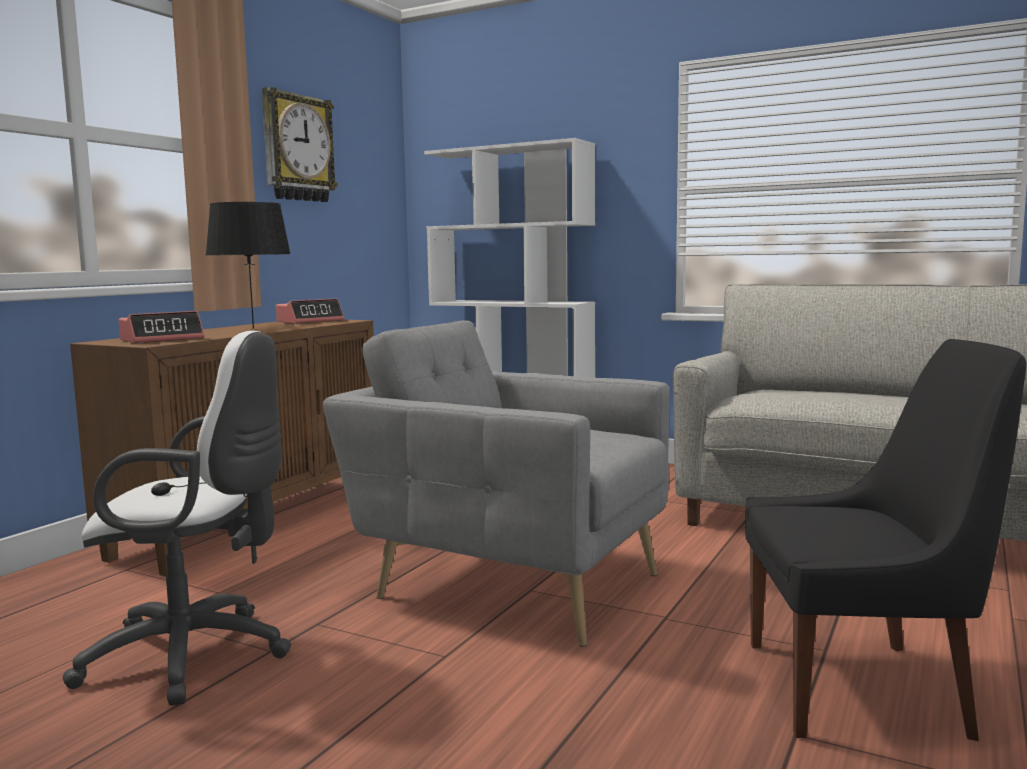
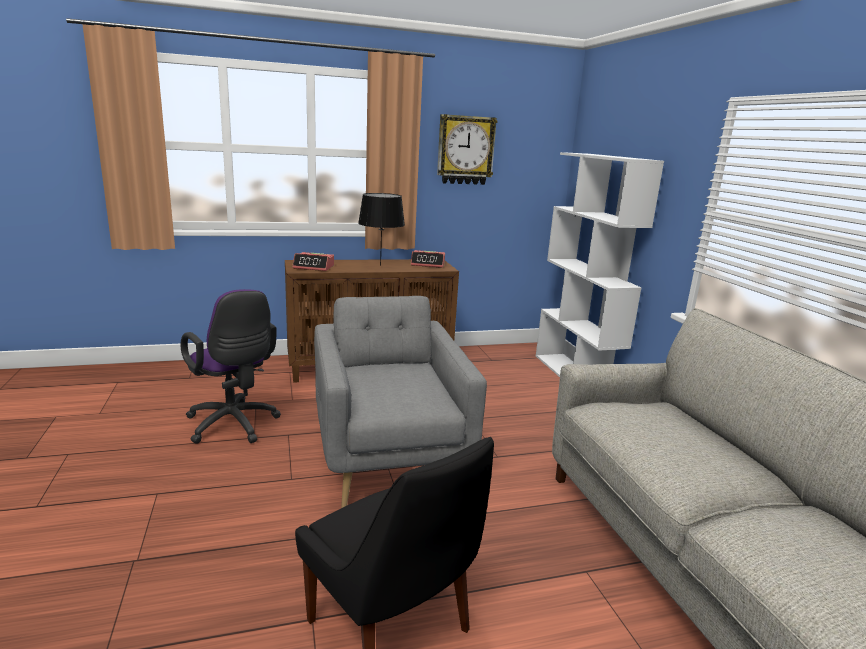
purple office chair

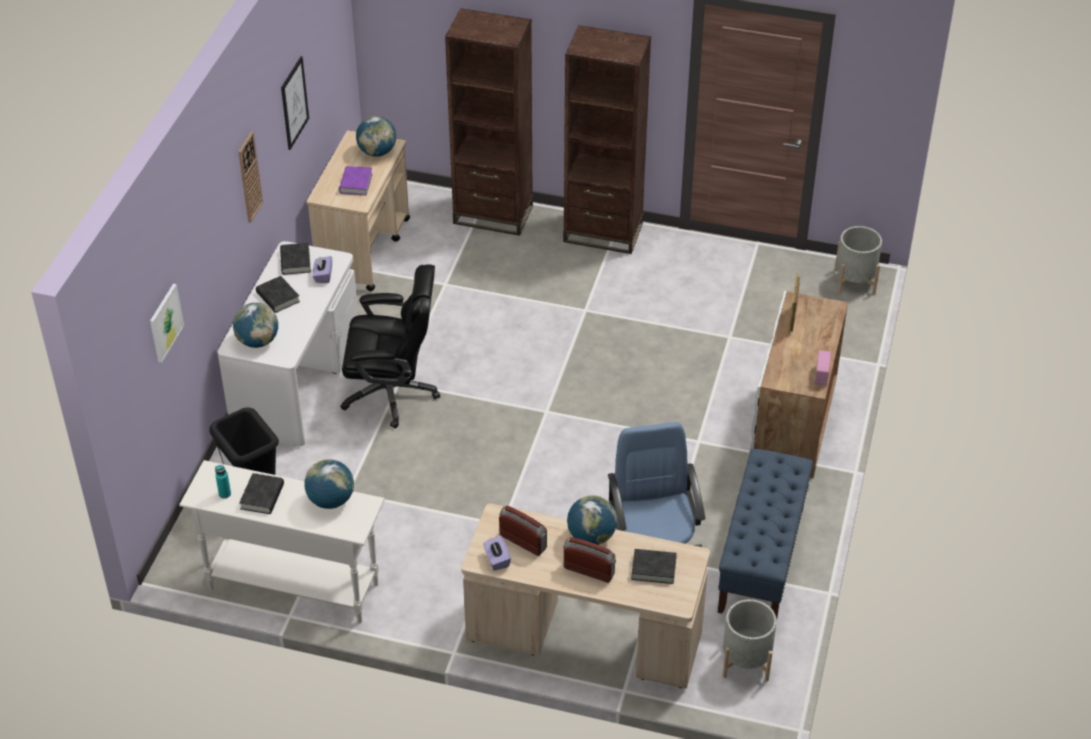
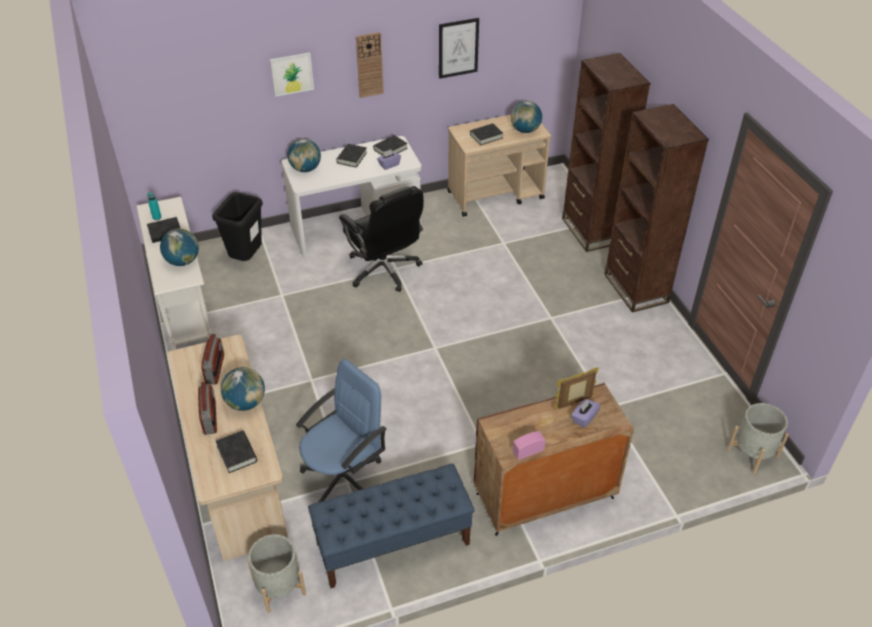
picture (no. 1 from left)
black book (no. 5 from left)
purple tissue box (no. 2 from left)
brown cabinet

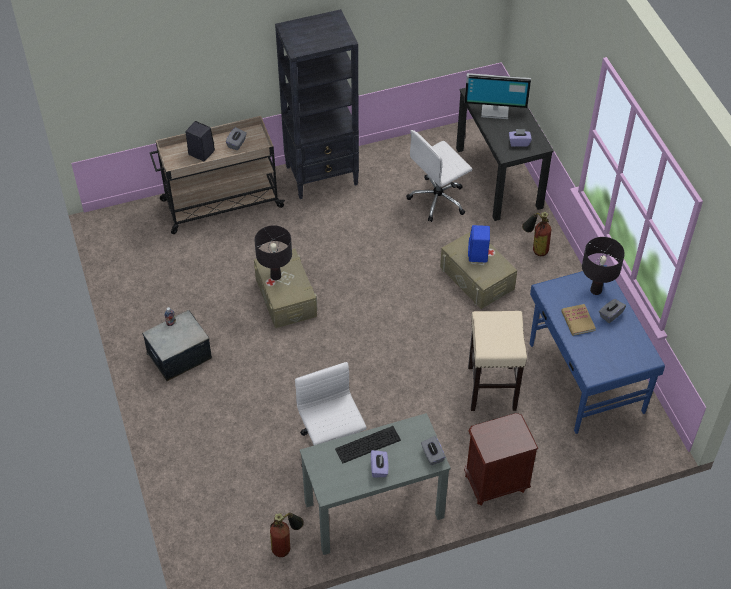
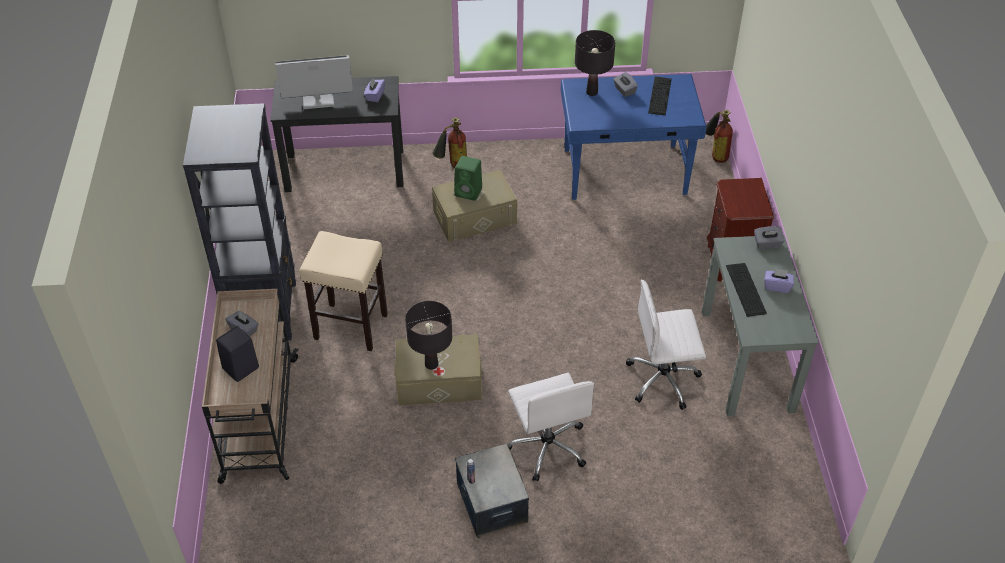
fire extinguisher (no. 2 from left)
white office chair (no. 1 from left)
monitor
green speaker
beige stool
book
keyboard (no. 1 from left)

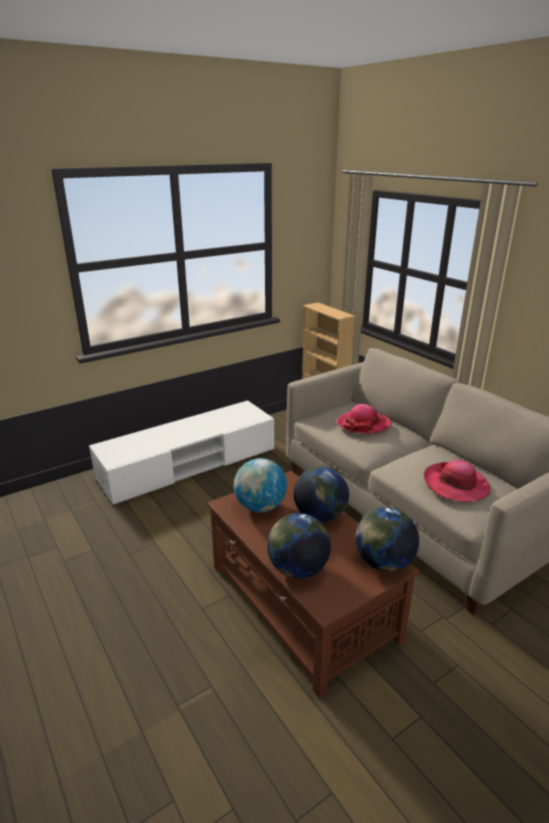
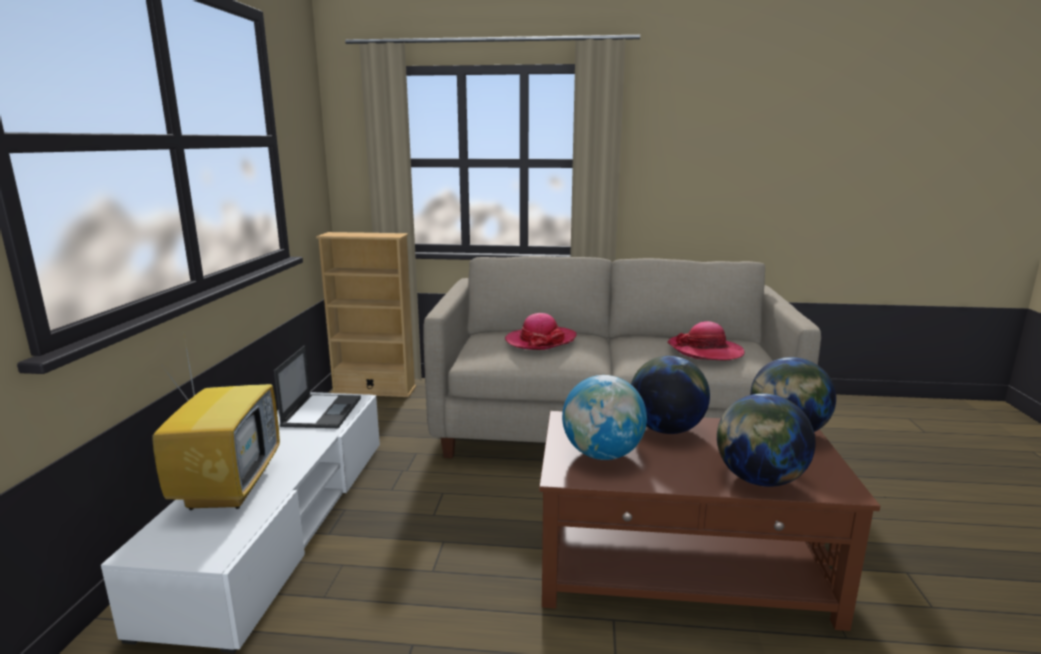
television
laptop

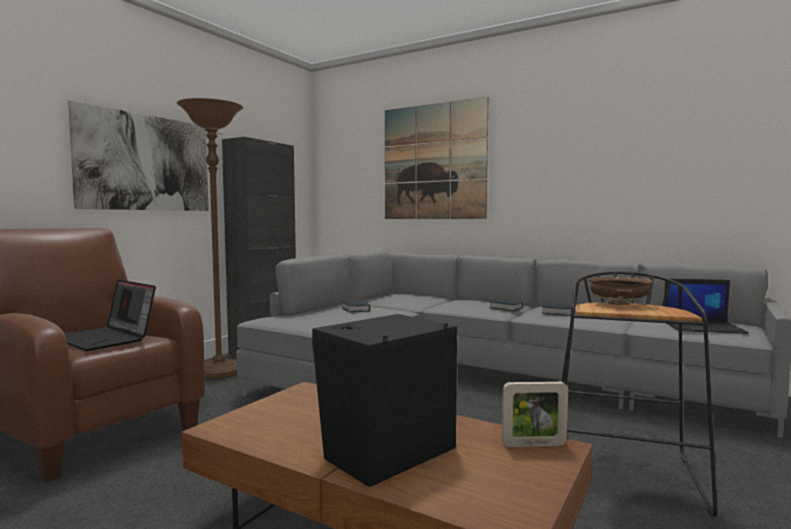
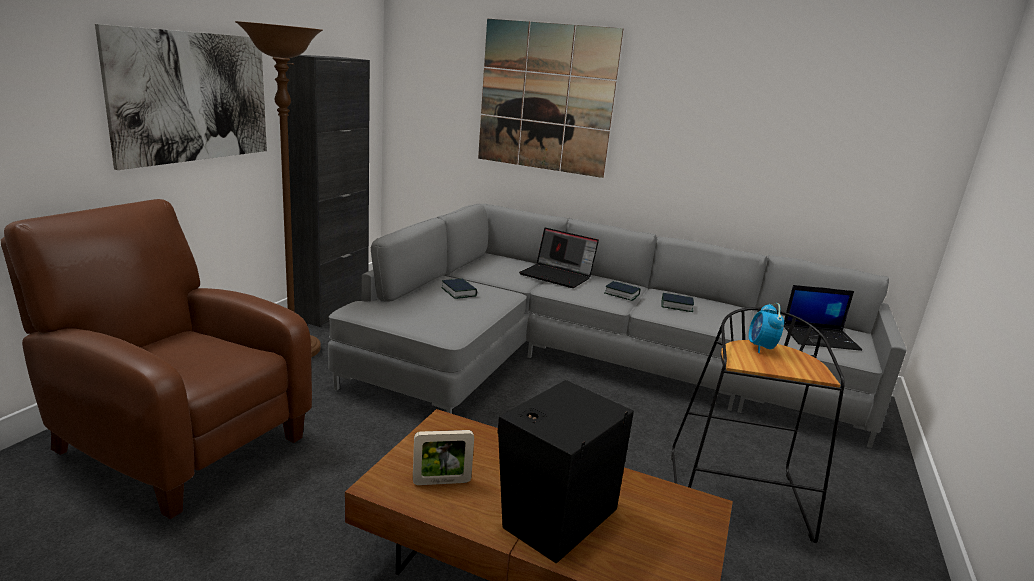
laptop (no. 1 from left)
picture frame
alarm clock

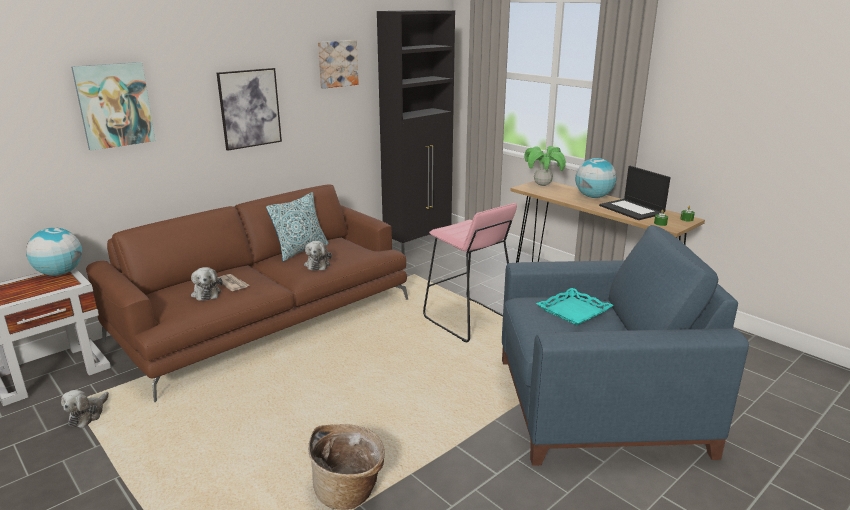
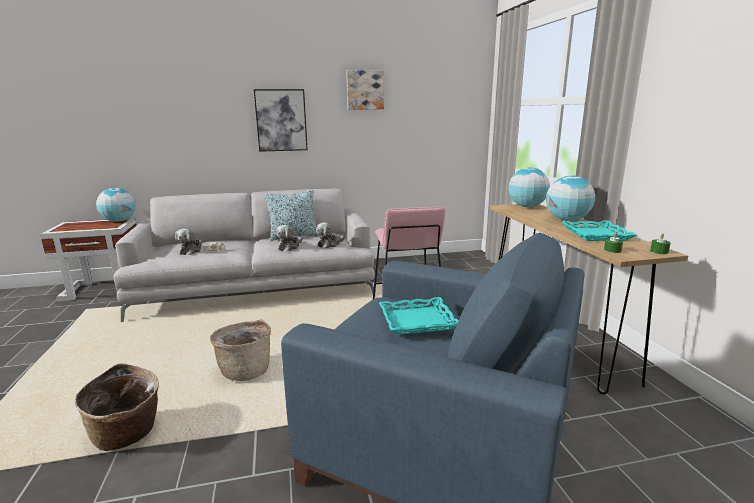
plush toy (no. 3 from left)
picture (no. 1 from left in the first image)
grey sofa
black cabinet
globe (no. 2 from left)
turquoise tray (no. 2 from left)
basket (no. 2 from left)

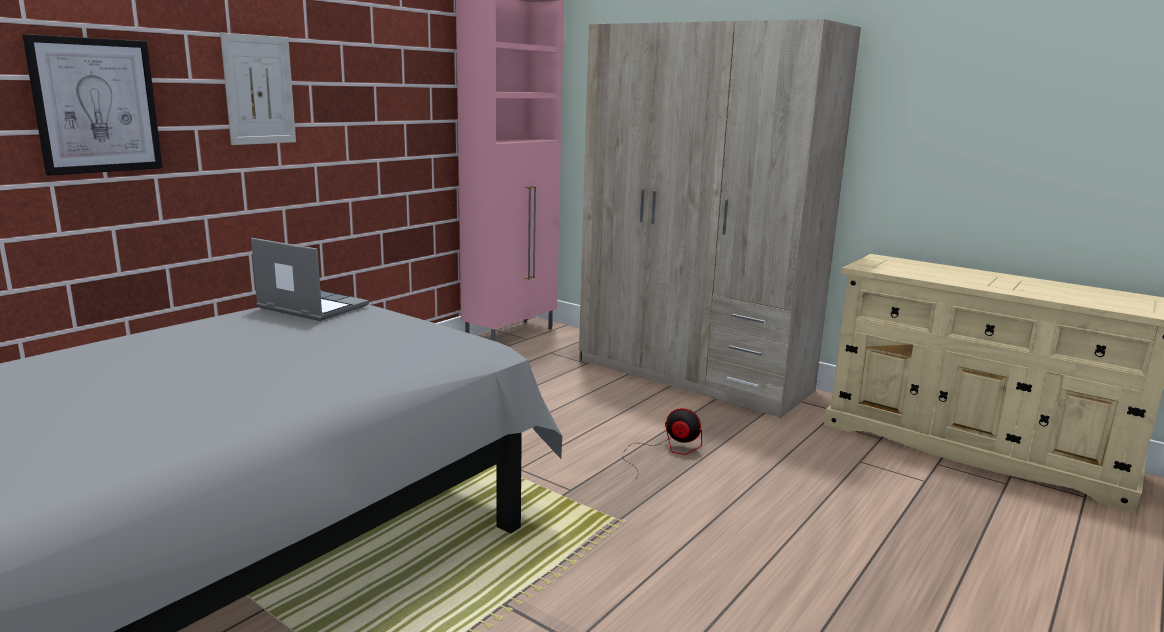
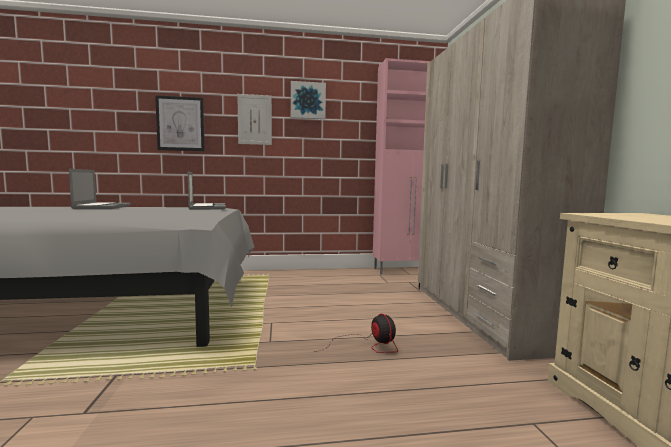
laptop (no. 1 from left)
picture (no. 3 from left)

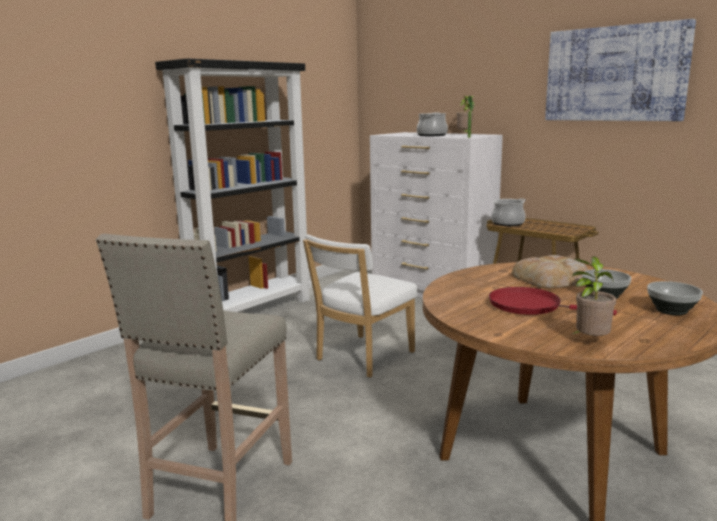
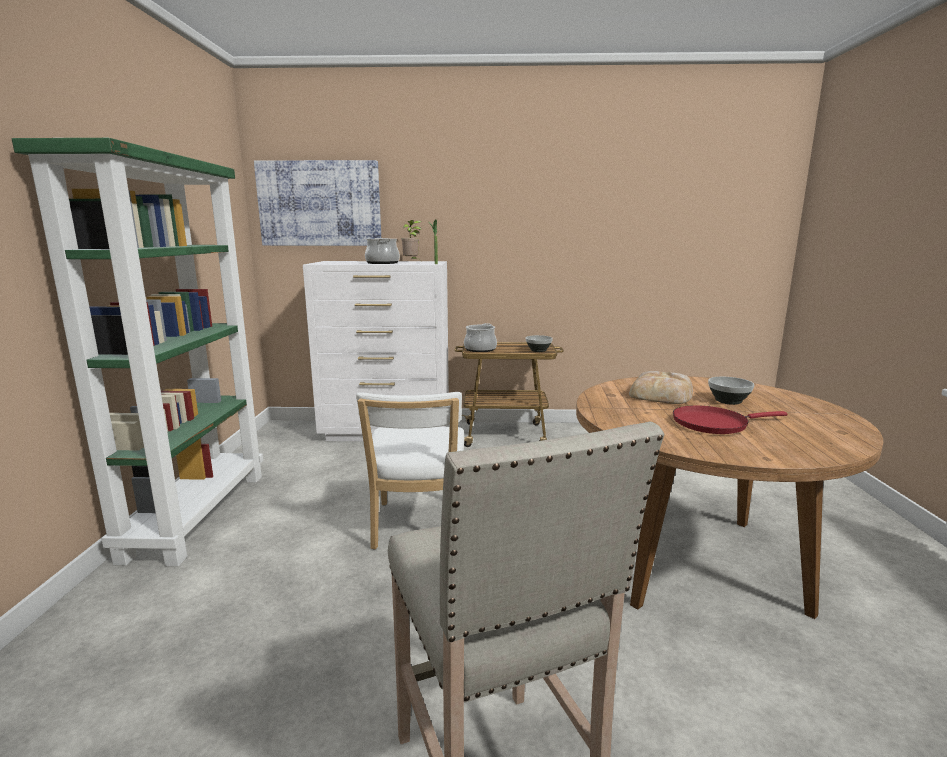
green bookcase
picture
potted plant (no. 3 from left in the first image)
bowl (no. 1 from left)

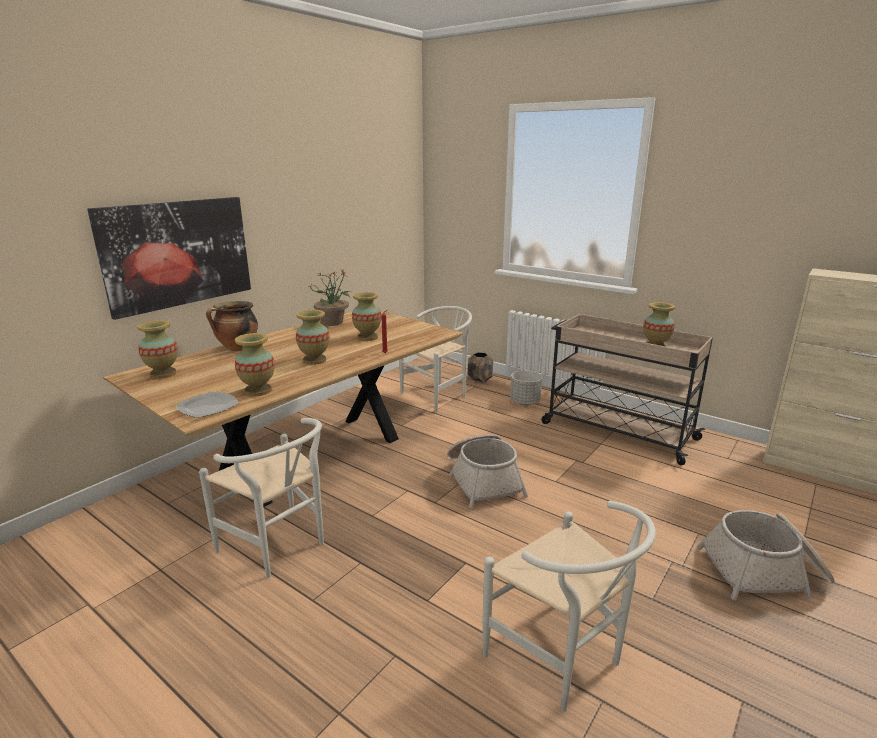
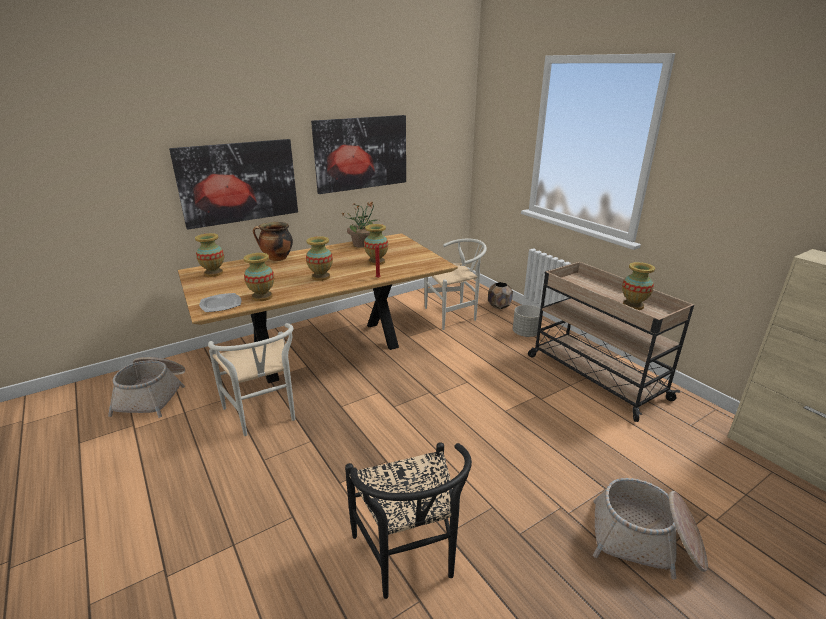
basket (no. 1 from left)
black chair
picture (no. 2 from left)

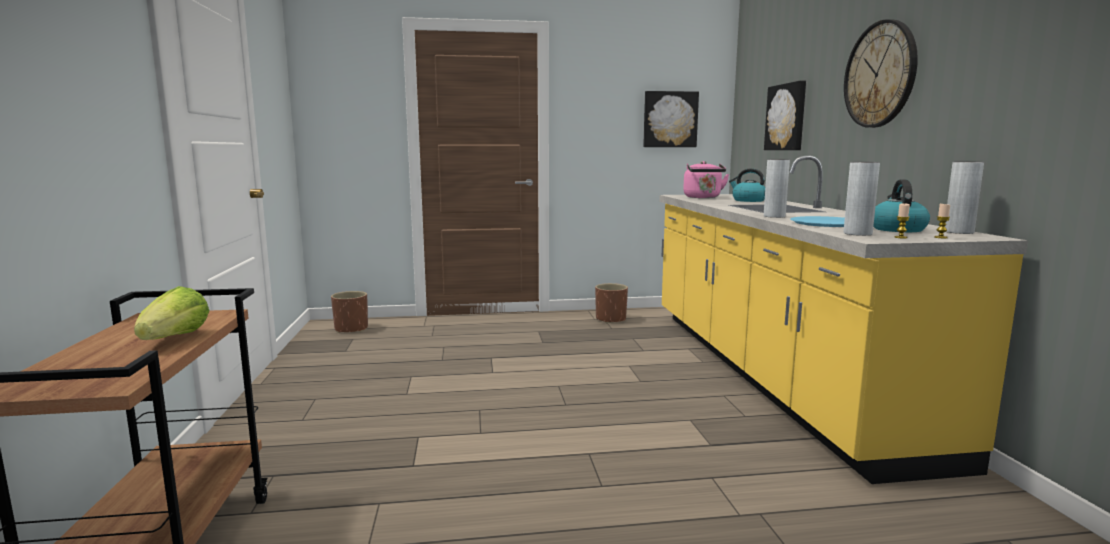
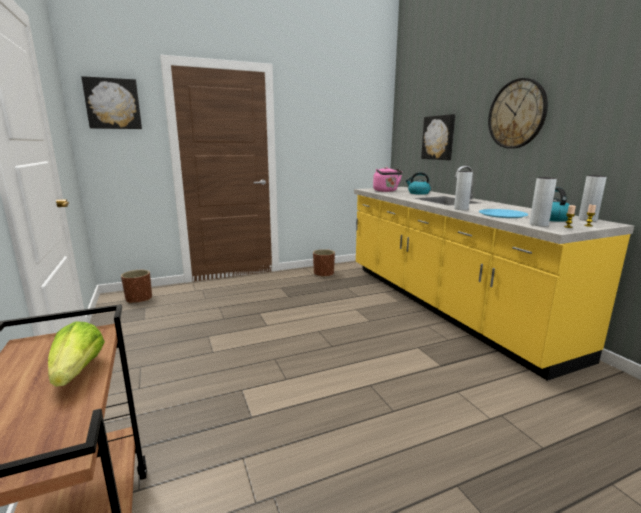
picture (no. 1 from left)

